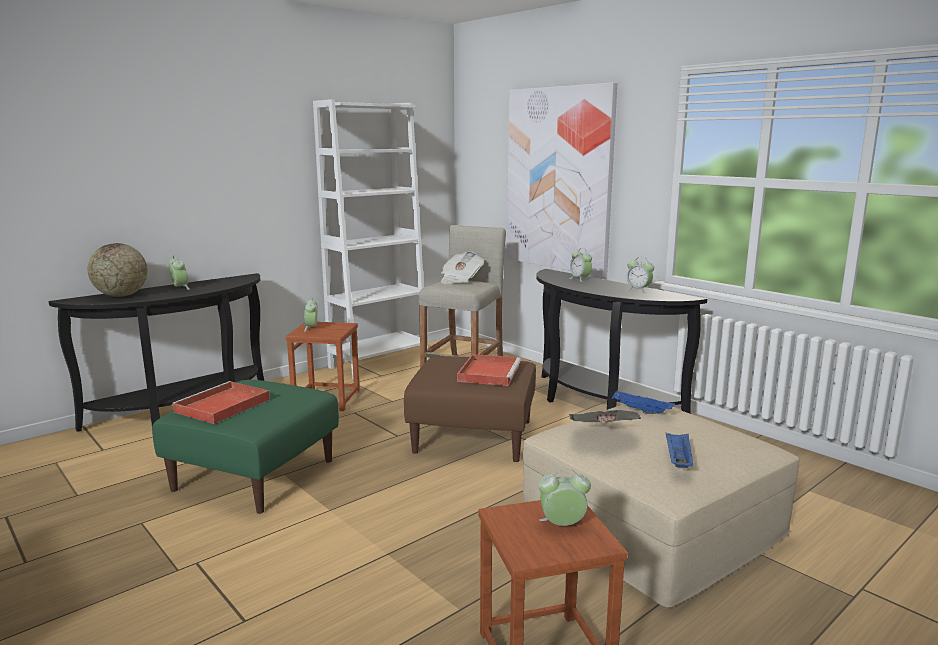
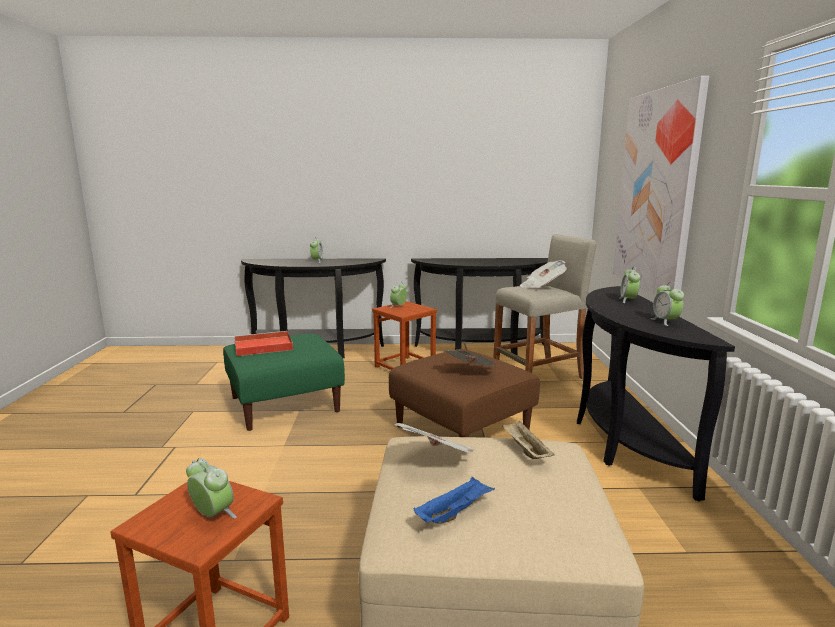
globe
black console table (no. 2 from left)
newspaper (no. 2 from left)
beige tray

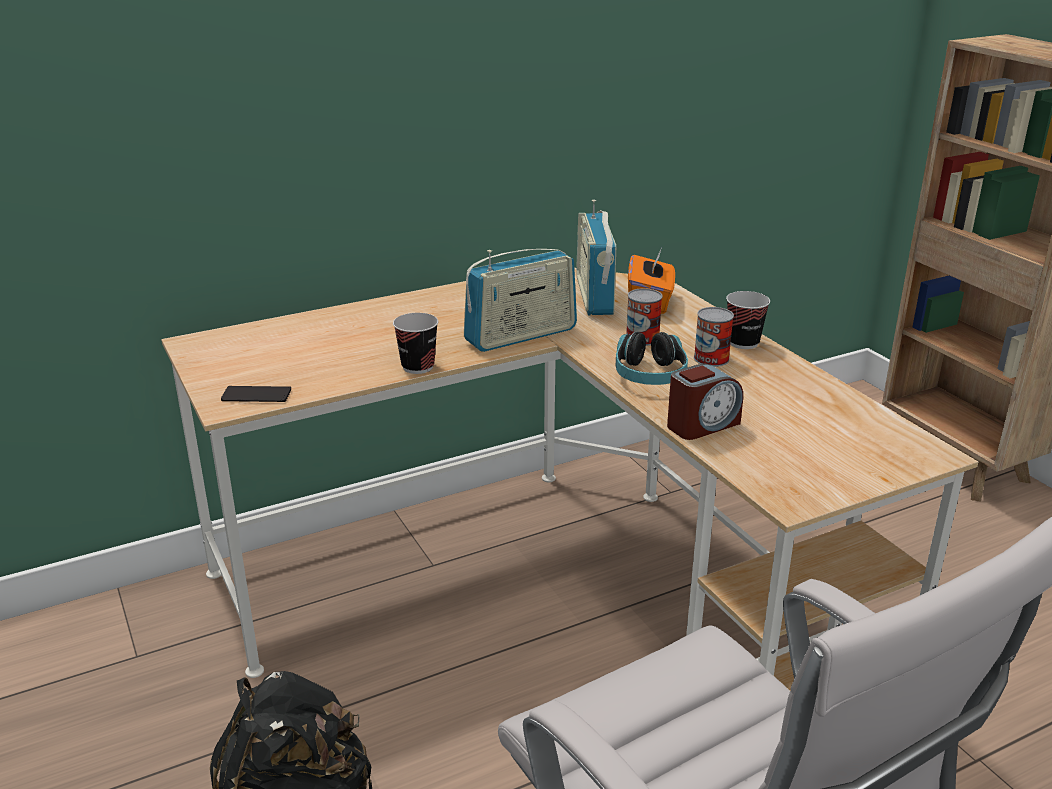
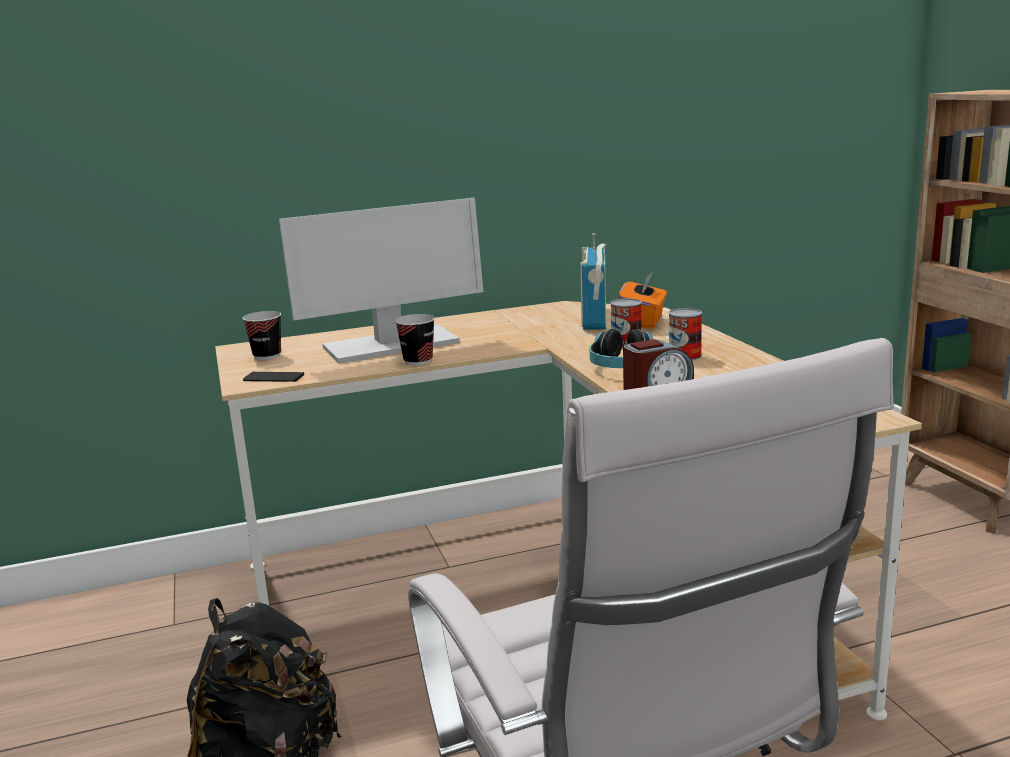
radio (no. 1 from left in the first image)
cup (no. 1 from left)
monitor

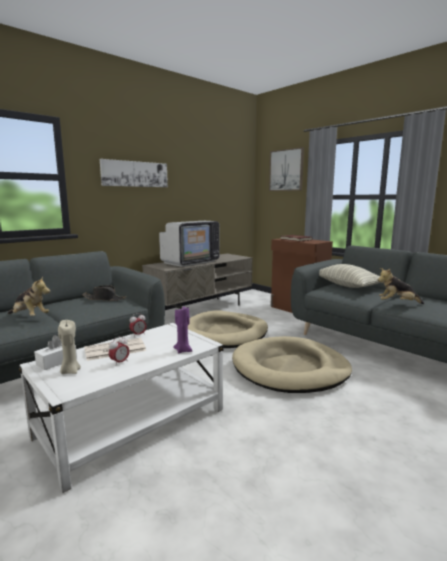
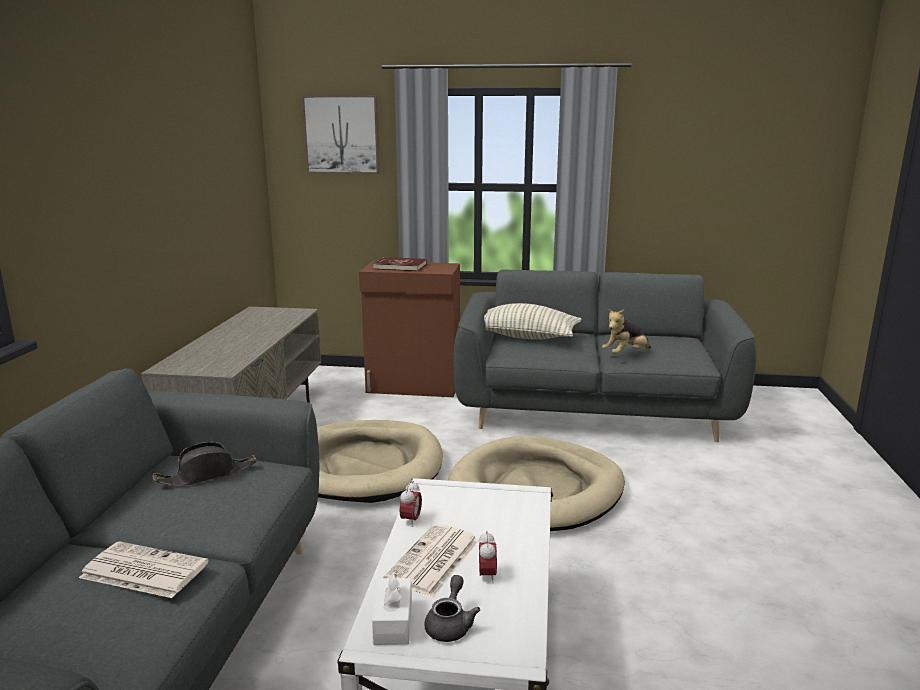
newspaper (no. 1 from left)
grey teapot
picture (no. 1 from left in the first image)
television
purple candle

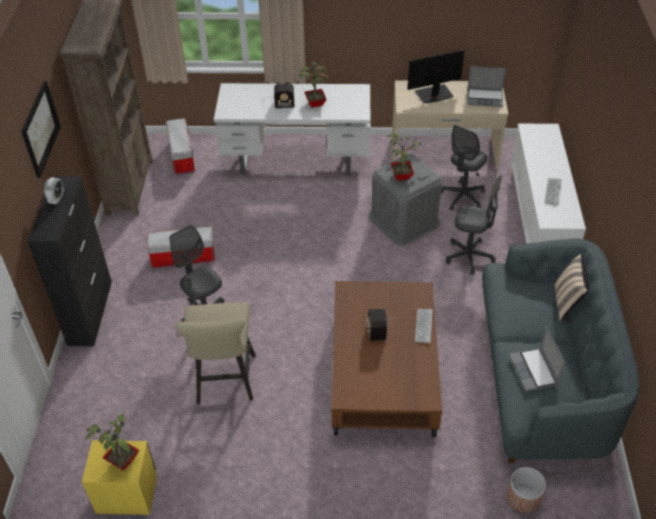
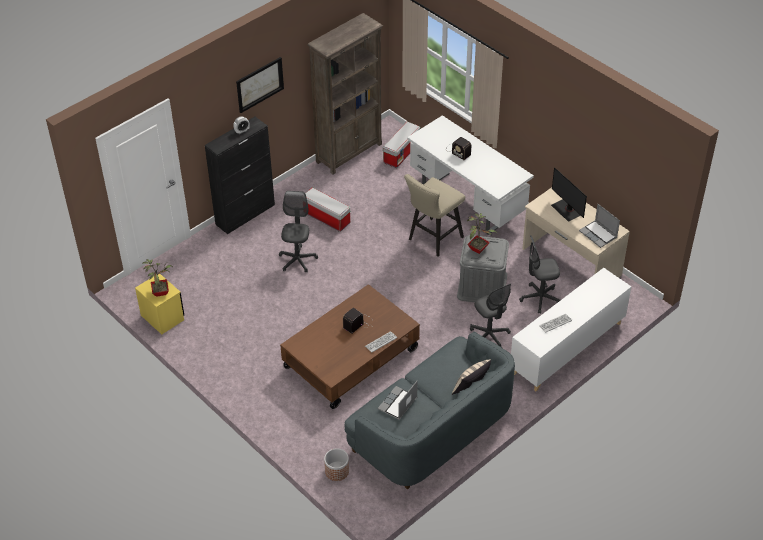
beige stool
potted plant (no. 2 from left in the first image)
monitor

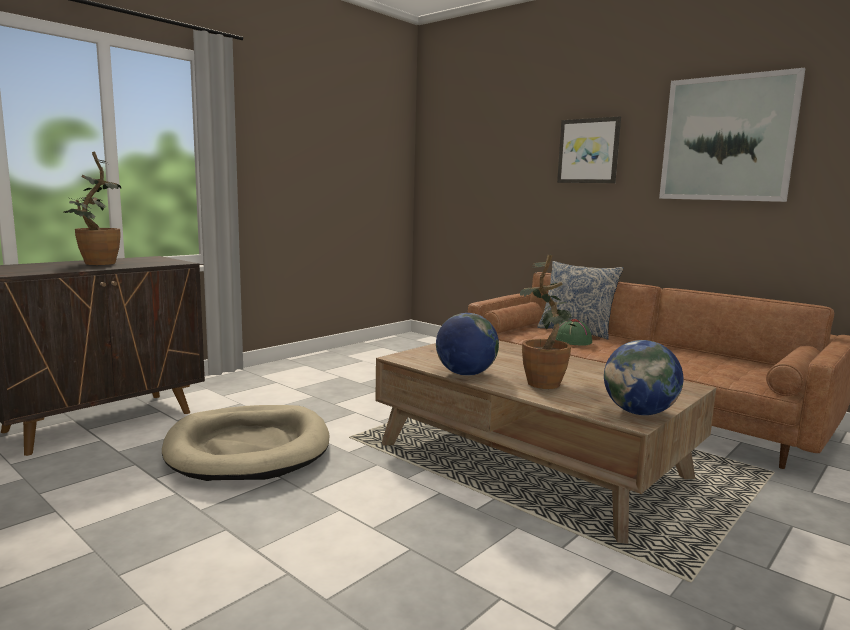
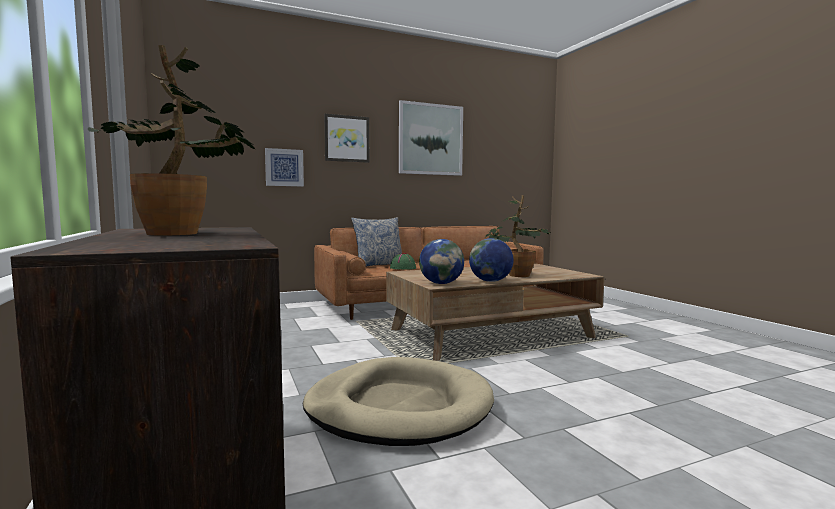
globe (no. 1 from left)
picture (no. 1 from left)

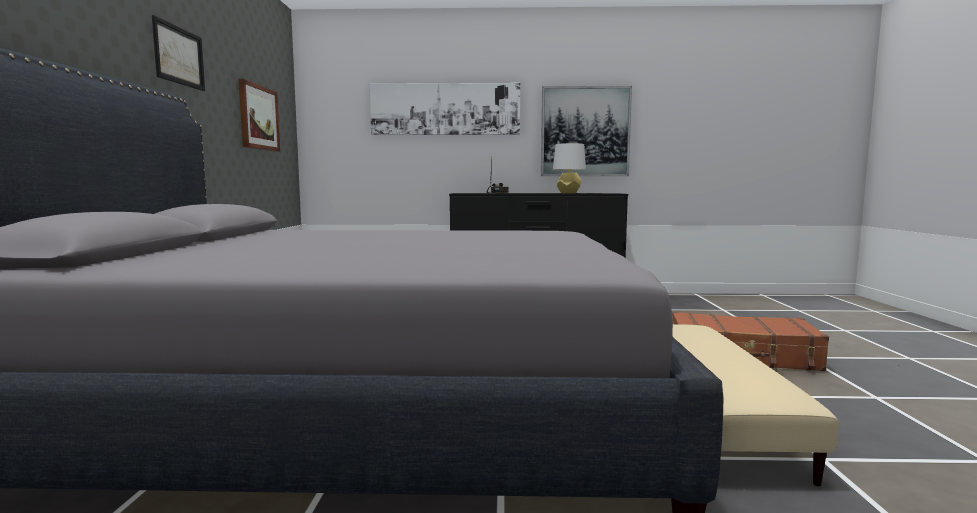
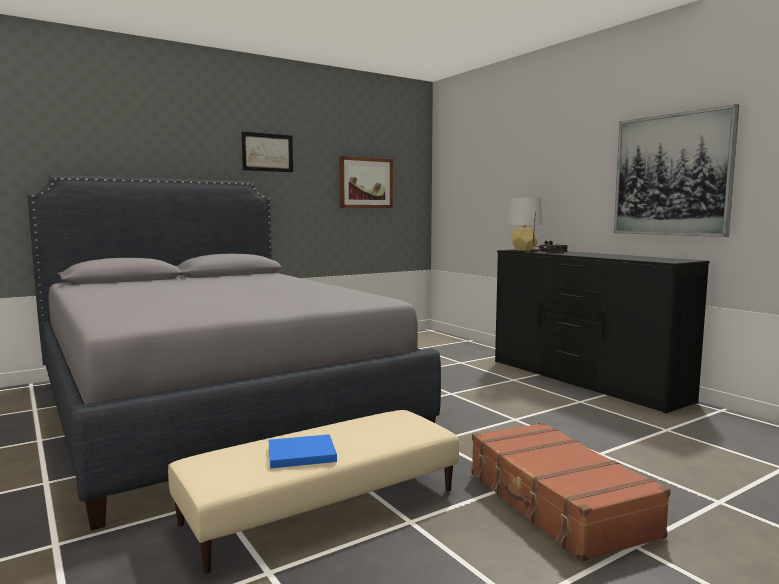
picture (no. 3 from left in the first image)
grey table lamp
blue book

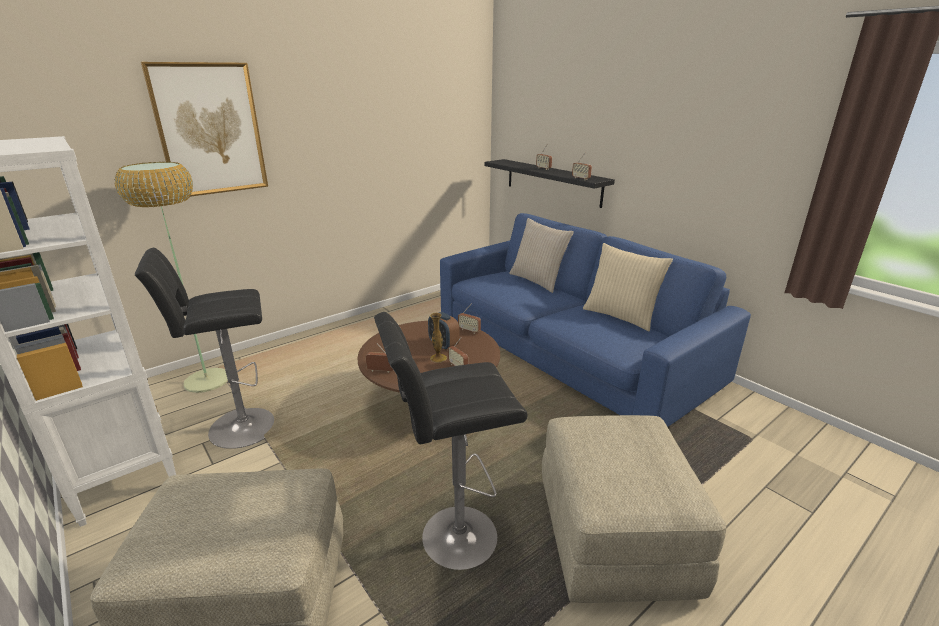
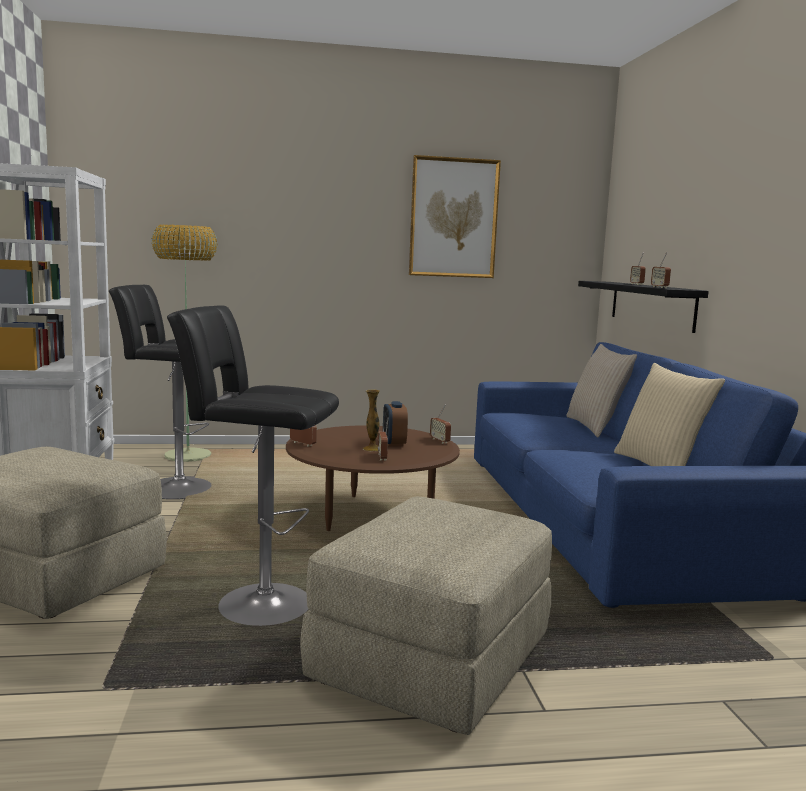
picture

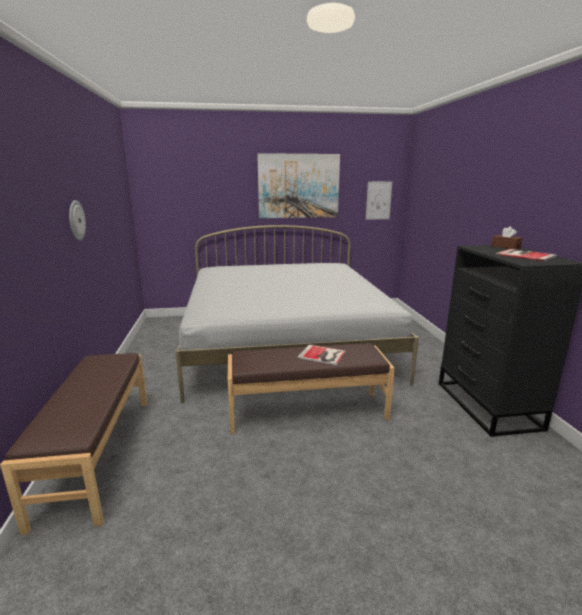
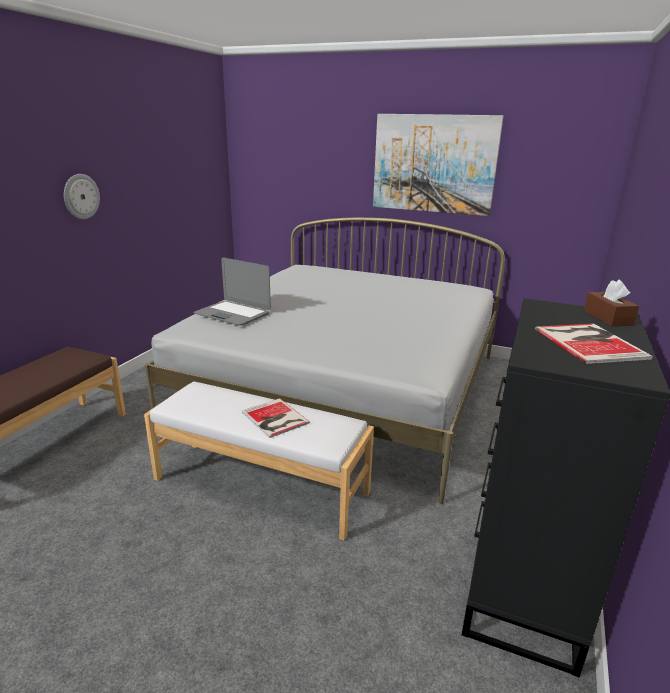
white bench
picture (no. 2 from left in the first image)
laptop

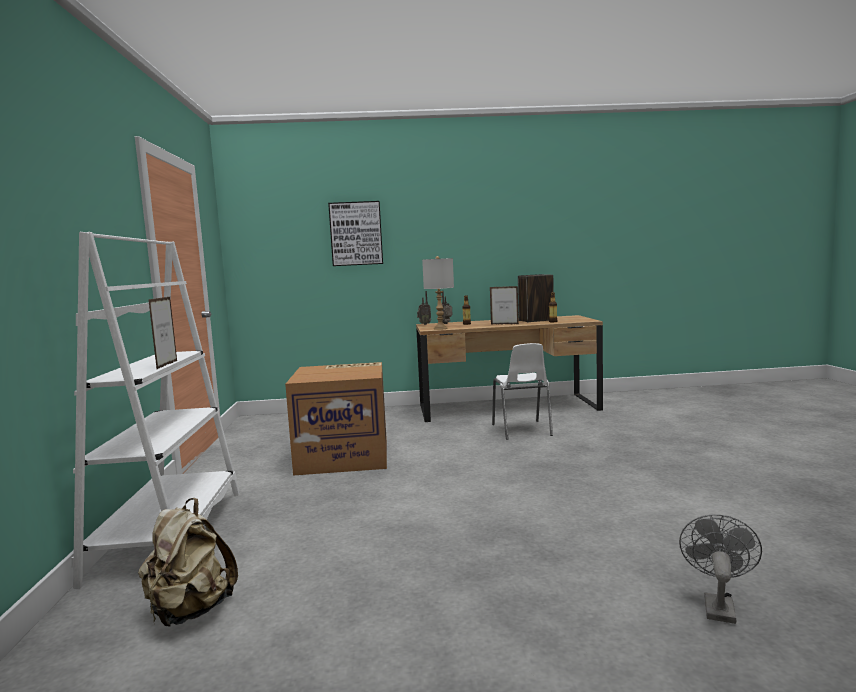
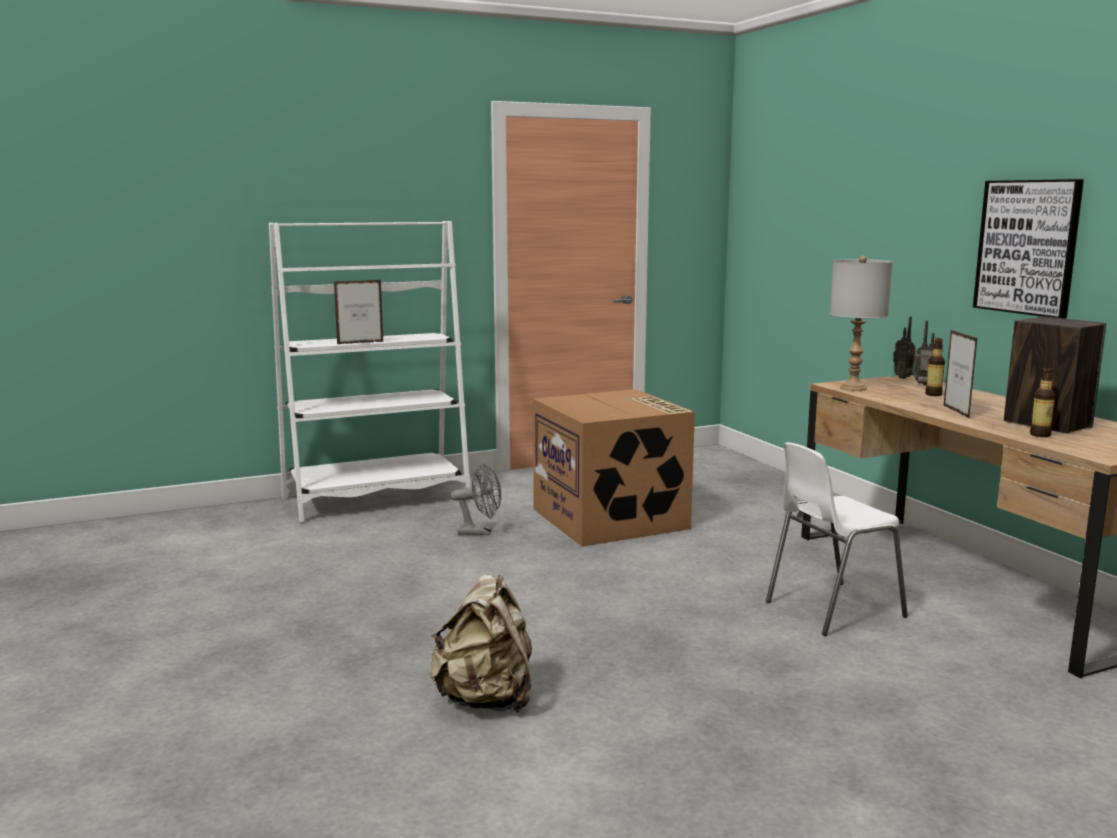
beige backpack
picture
grey fan

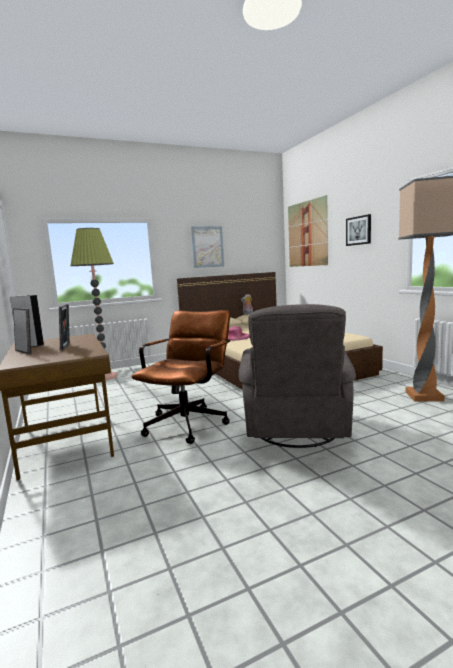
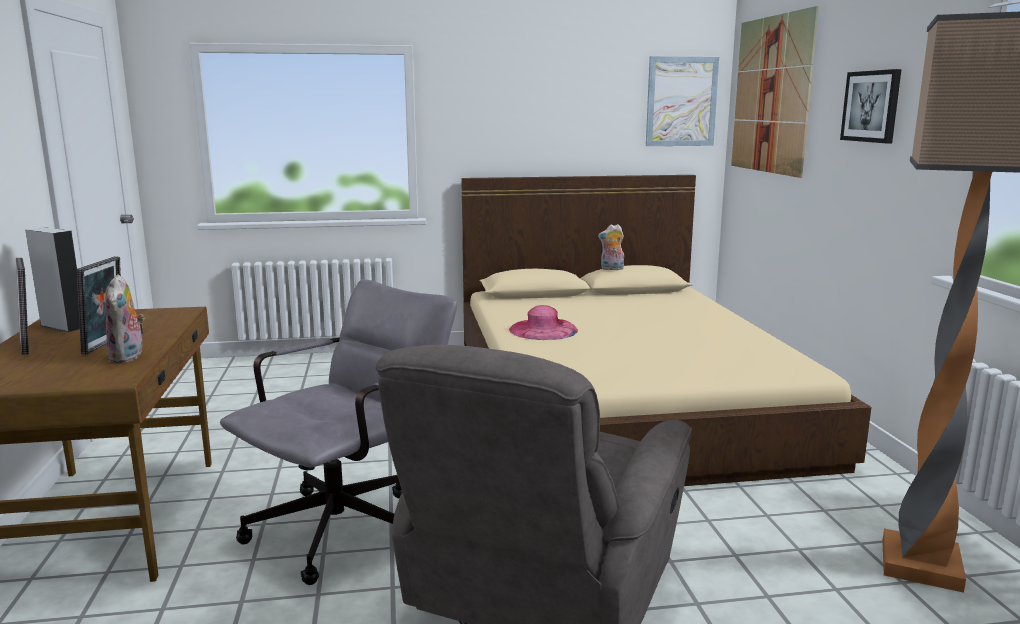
floor lamp (no. 1 from left in the first image)
grey office chair
picture (no. 1 from left)
plush toy (no. 1 from left)

